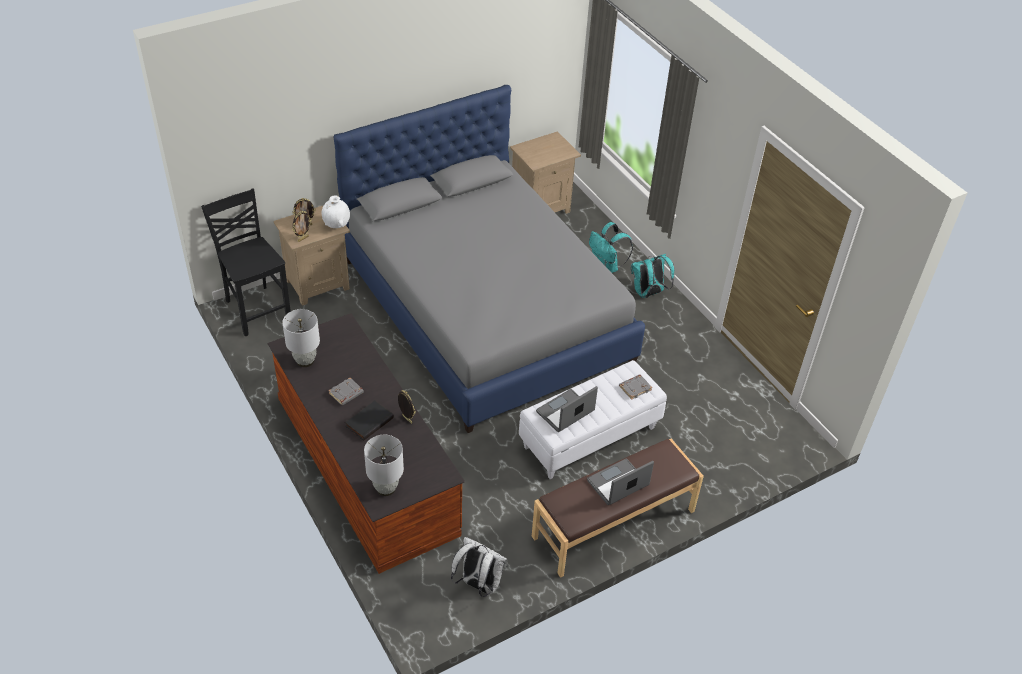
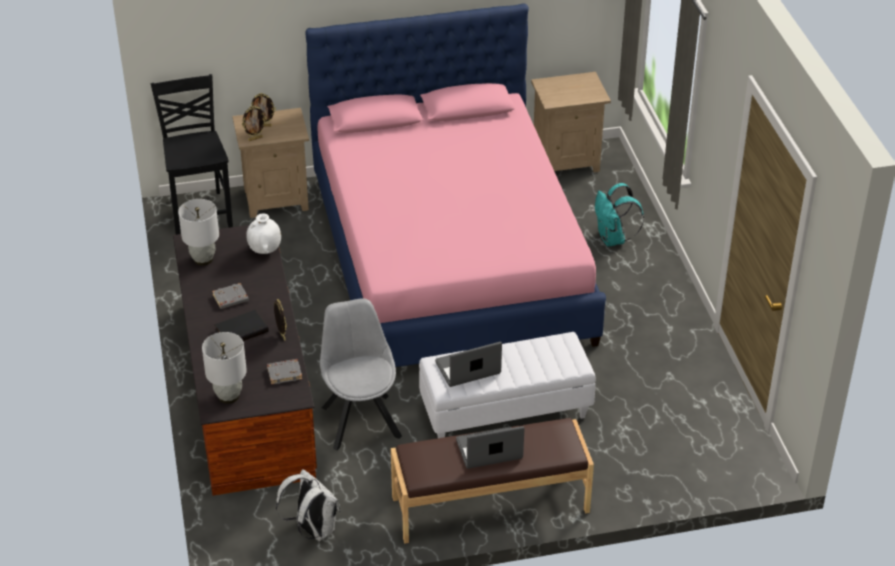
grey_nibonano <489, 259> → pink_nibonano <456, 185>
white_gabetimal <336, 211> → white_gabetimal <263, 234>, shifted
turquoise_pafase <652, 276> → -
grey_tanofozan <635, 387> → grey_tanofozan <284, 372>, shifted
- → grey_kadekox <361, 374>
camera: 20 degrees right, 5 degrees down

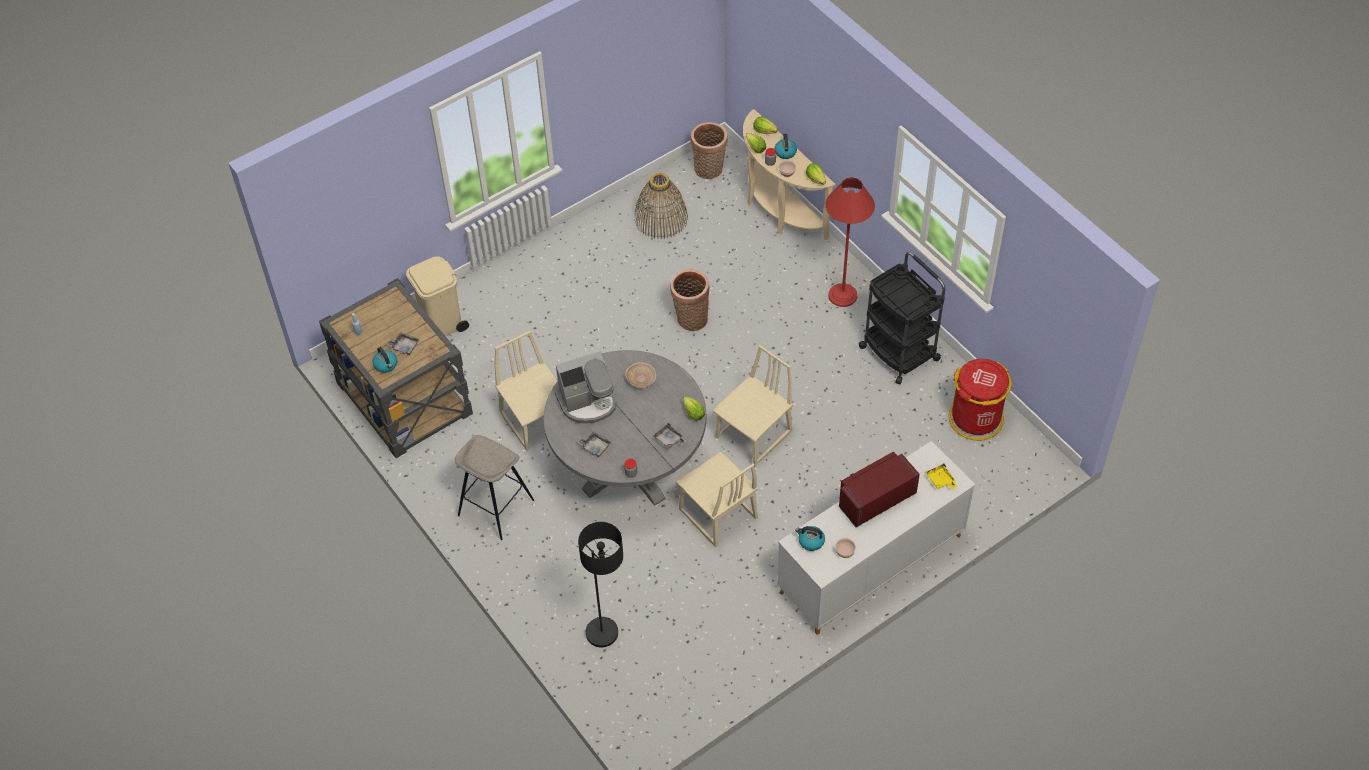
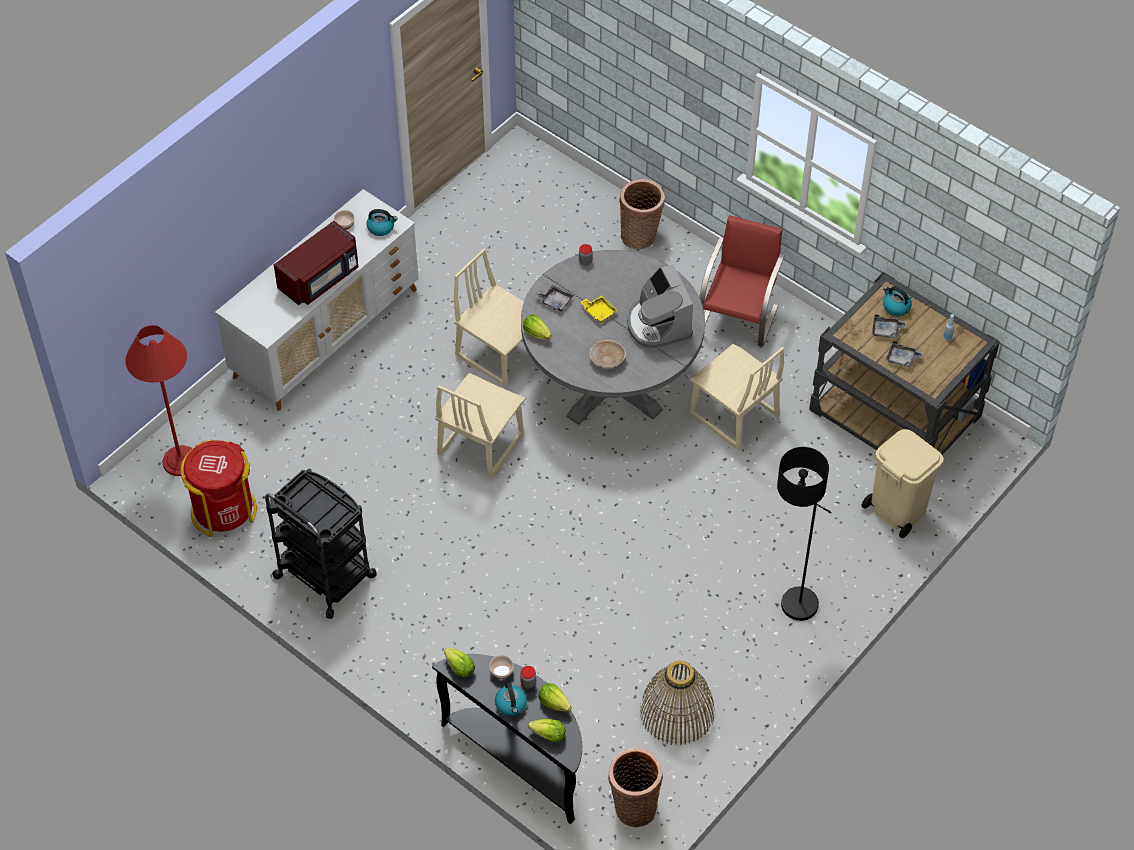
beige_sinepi <789, 174> → black_sinepi <507, 739>
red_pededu <850, 242> → red_pededu <159, 400>, shifted
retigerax <690, 300> → retigerax <642, 214>, shifted
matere <585, 387> → matere <660, 307>, 75 degrees counterclockwise
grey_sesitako <594, 444> → grey_sesitako <905, 354>, shifted
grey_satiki <494, 487> → red_kadekox <742, 281>
yellow_sesitako <941, 476> → yellow_sesitako <599, 309>, shifted
black_pededu <600, 585> → black_pededu <804, 534>, shifted
camera: 165 degrees right, 0 degrees up

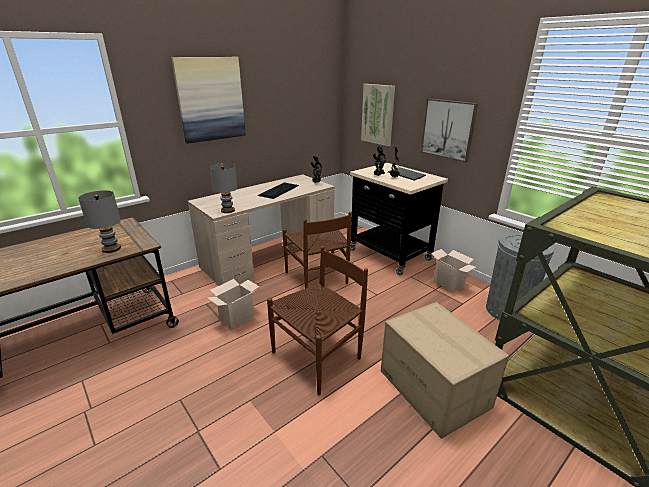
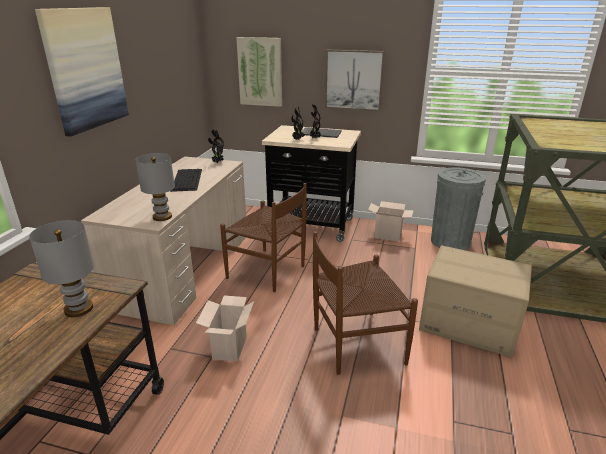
brown_kadekox <317, 320> → brown_kadekox <365, 303>, 120 degrees counterclockwise
camera: 35 degrees left, 0 degrees up

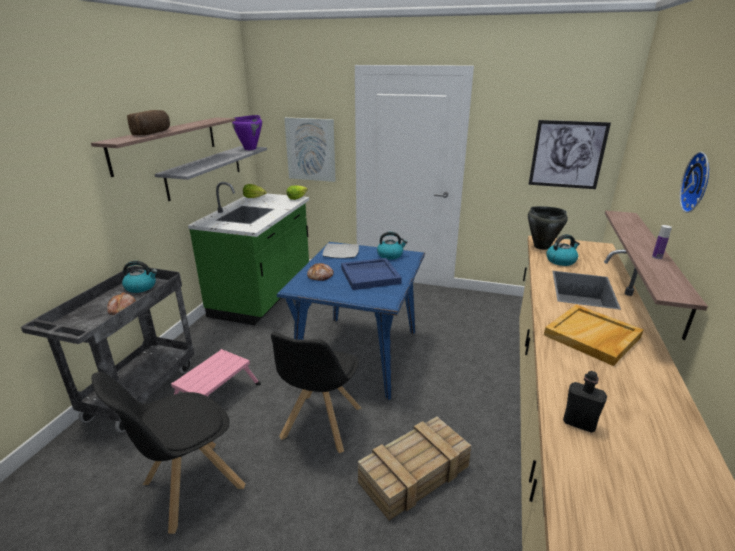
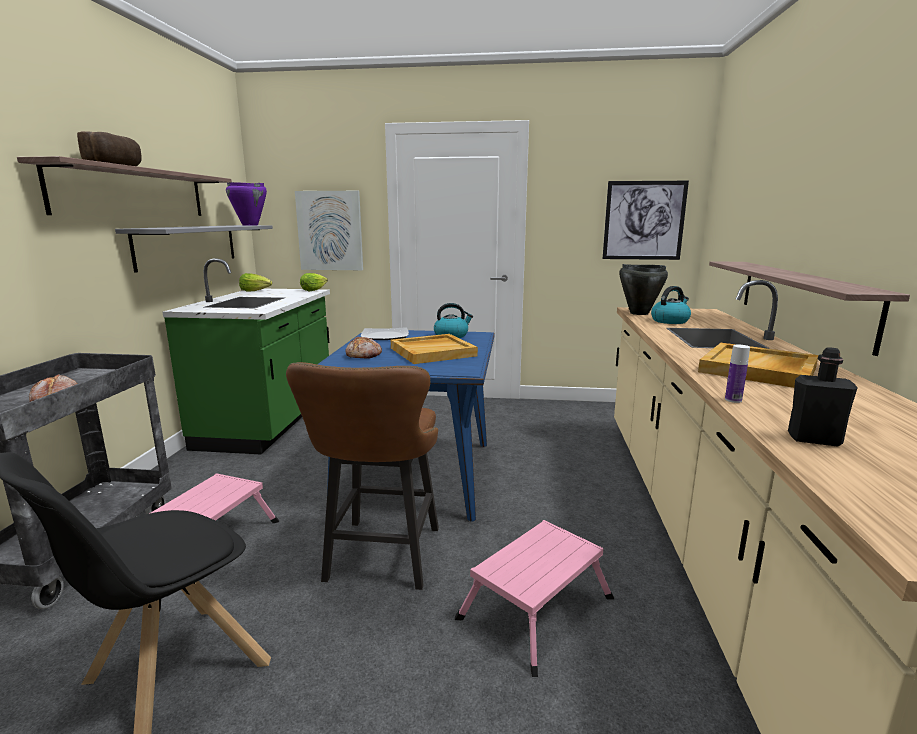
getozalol <694, 182> → -
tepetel <662, 242> → tepetel <737, 374>, shifted
blue_sesitako <371, 274> → beige_sesitako <434, 349>
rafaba <140, 277> → -
black_kadekox <316, 392> → brown_satiki <362, 476>
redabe <415, 468> → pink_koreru <535, 598>
camera: 10 degrees left, 10 degrees down

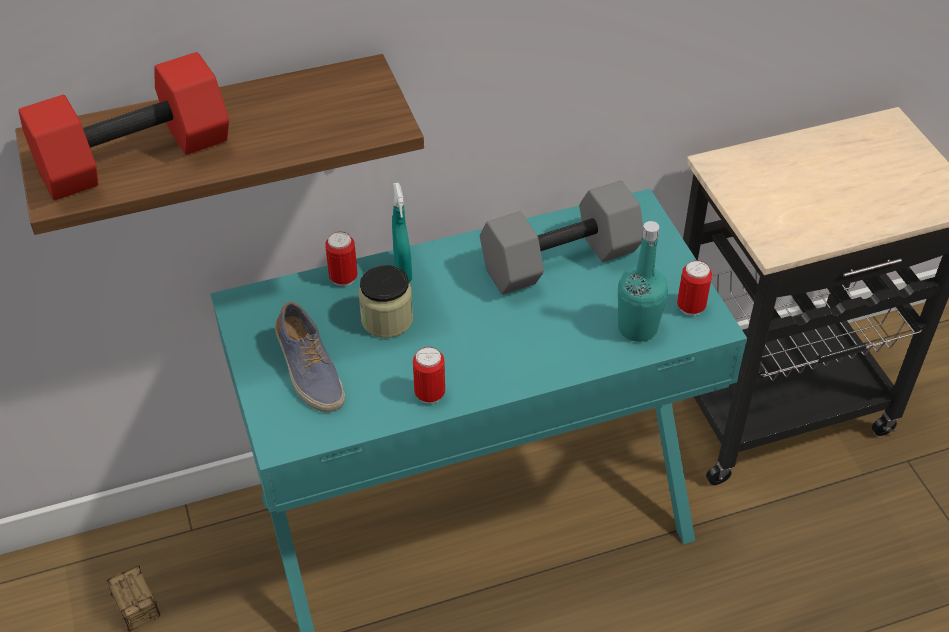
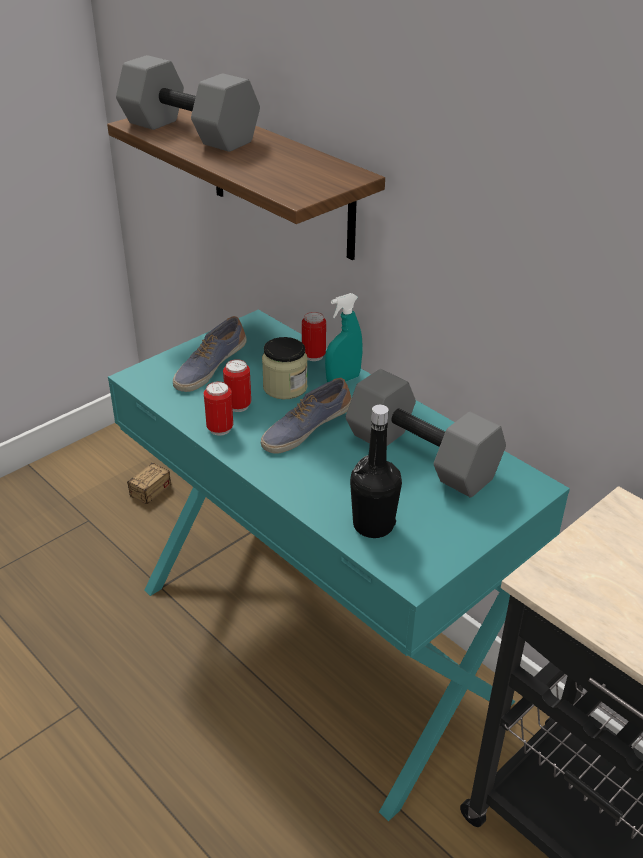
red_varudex <123, 126> → grey_varudex <188, 103>
turquoise_tepetel <643, 281> → black_tepetel <376, 471>
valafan <694, 288> → valafan <237, 385>, shifted
- → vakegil <306, 416>
camera: 65 degrees right, 10 degrees down

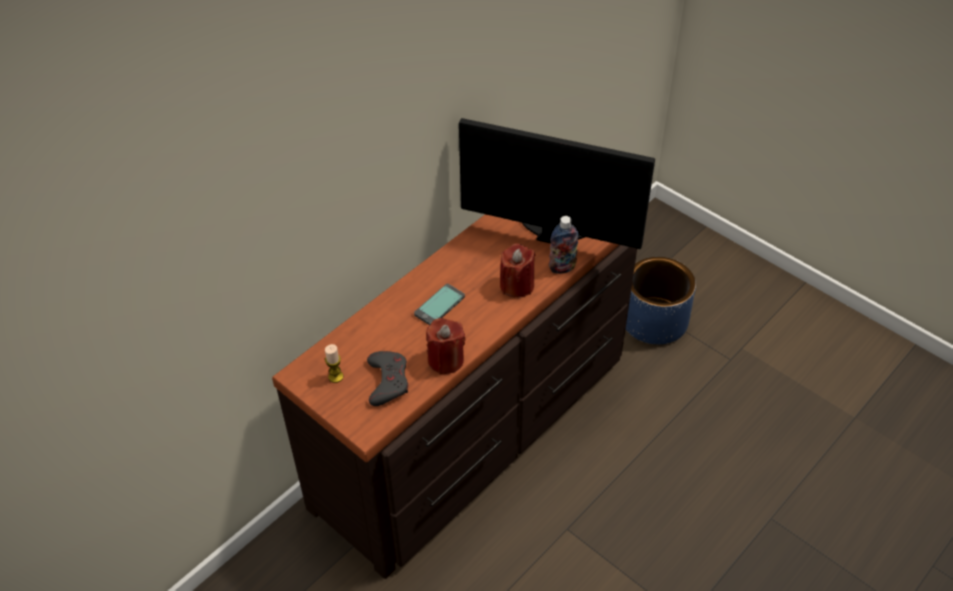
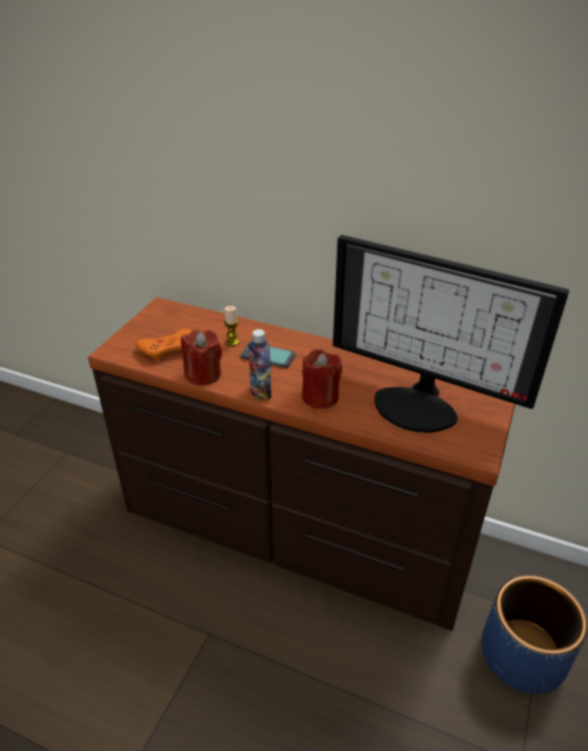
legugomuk <557, 183> → legugomuk <451, 334>, 120 degrees clockwise
tepetel <564, 245> → tepetel <259, 365>, shifted
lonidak <334, 363> → lonidak <231, 326>, shifted
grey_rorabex <387, 378> → orange_rorabex <164, 345>
camera: 70 degrees right, 10 degrees down

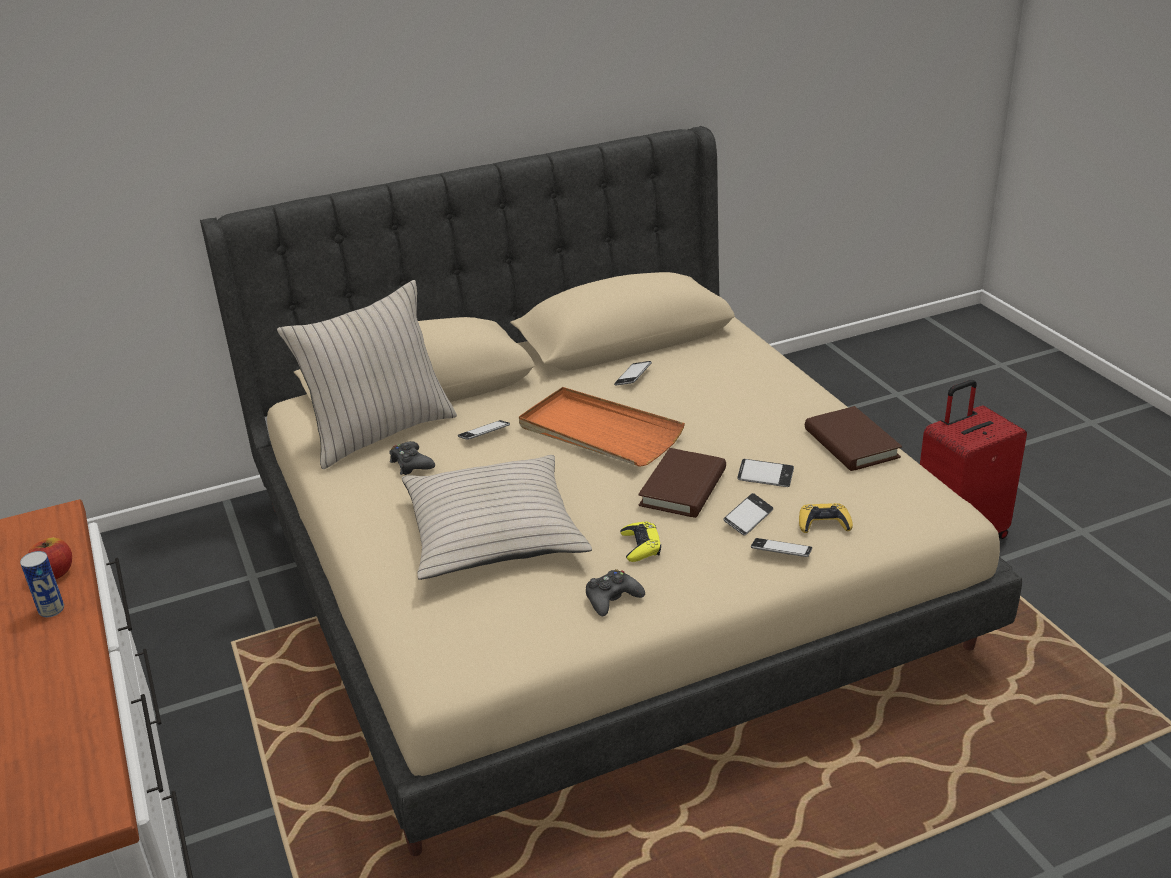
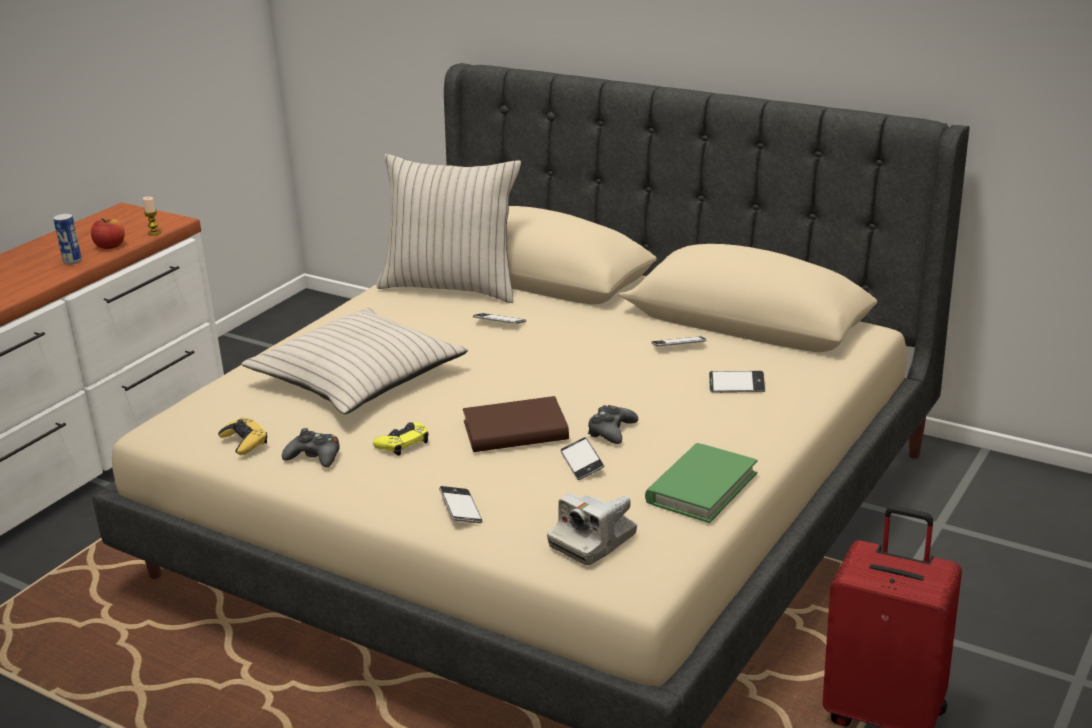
orange_sesitako <602, 427> → -
brown_tanofozan <853, 438> → green_tanofozan <701, 483>
black_rorabex <412, 458> → black_rorabex <613, 424>, shifted
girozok <748, 514> → girozok <737, 382>, shifted
yellow_rorabex <826, 518> → yellow_rorabex <242, 436>, shifted
- → lonidak <152, 216>
- → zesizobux <592, 529>
camera: 55 degrees right, 5 degrees down

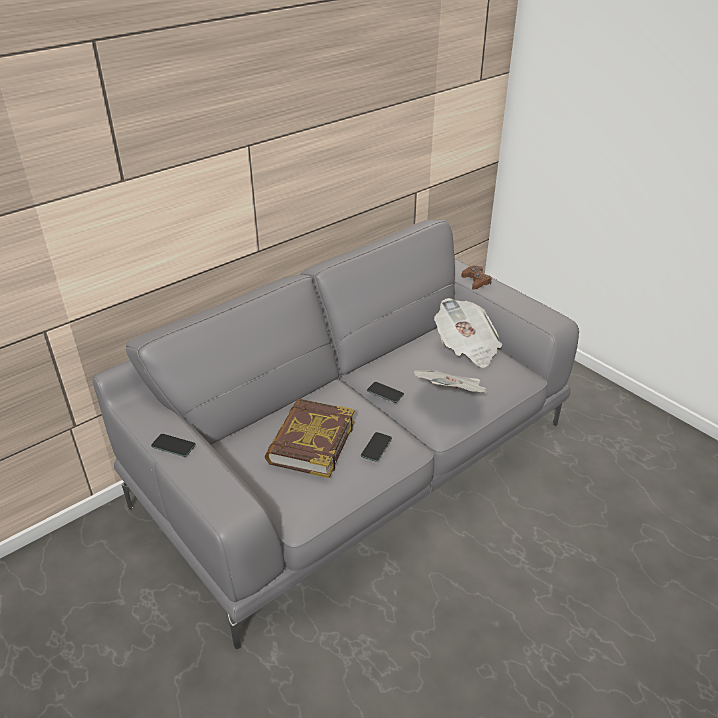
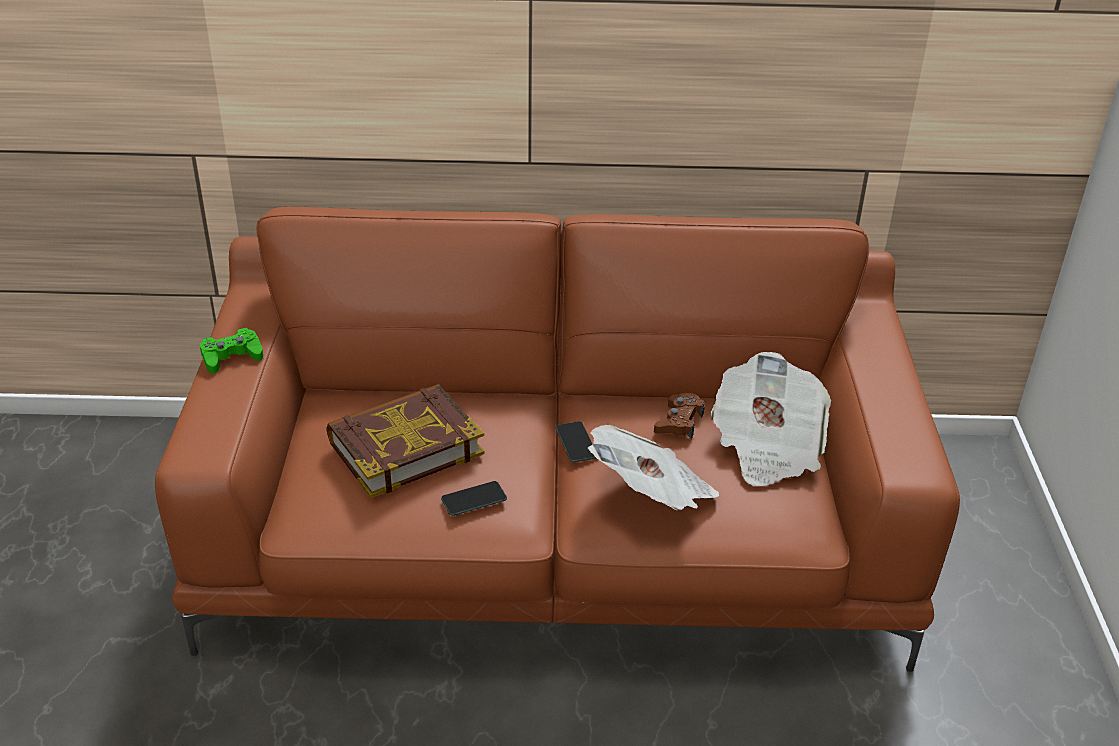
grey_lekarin <335, 434> → brown_lekarin <557, 439>
brown_rorabex <476, 277> → brown_rorabex <679, 416>, shifted
girozok <173, 445> → green_rorabex <231, 351>
camera: 40 degrees right, 0 degrees up

